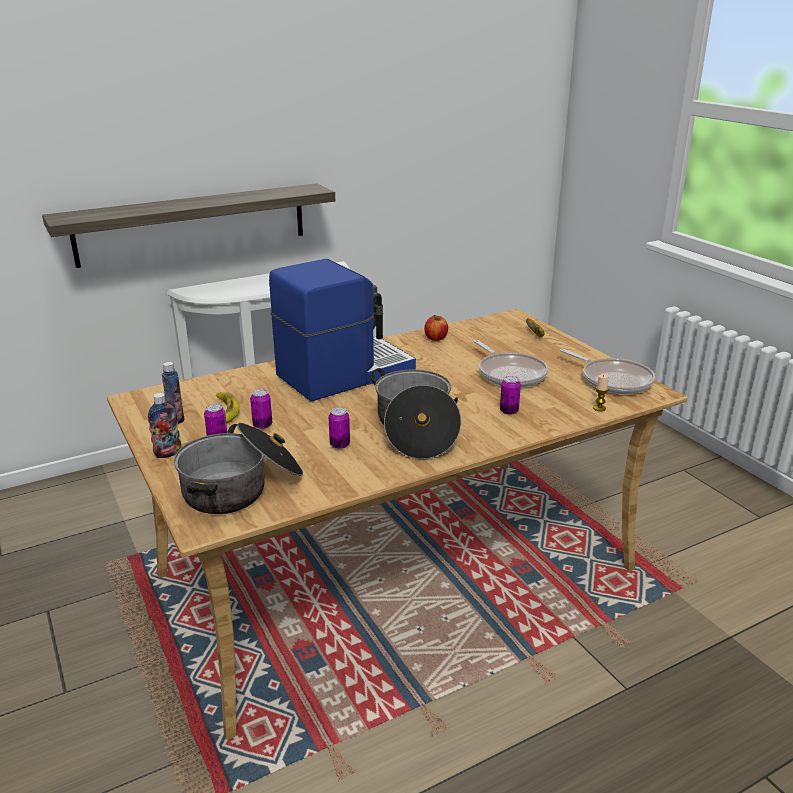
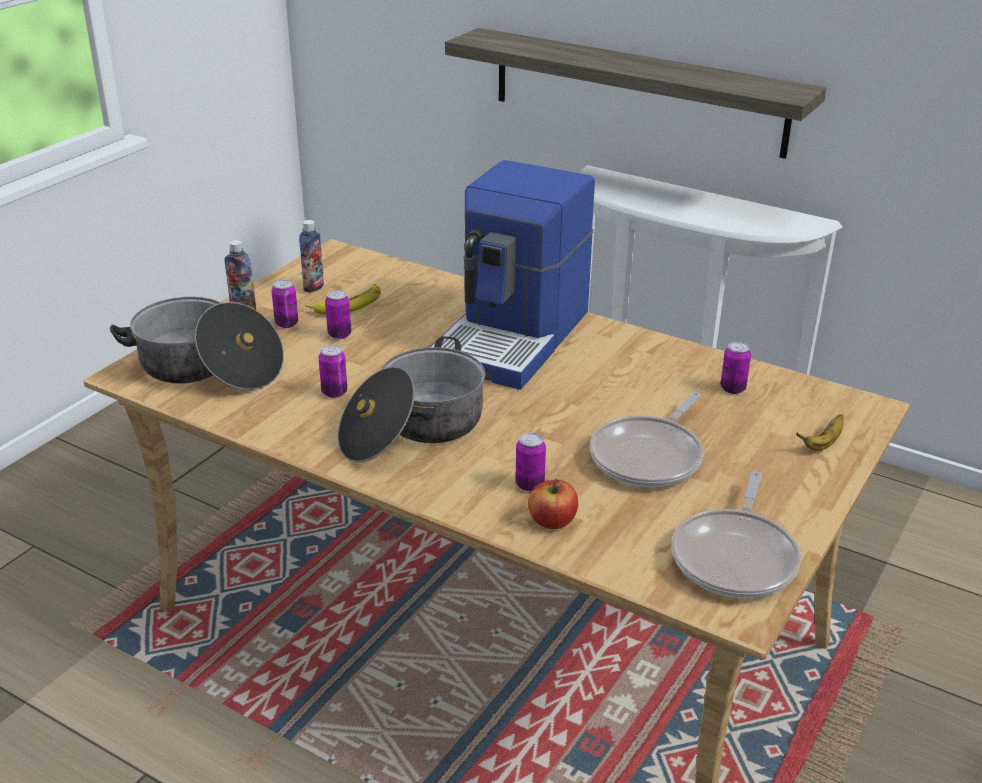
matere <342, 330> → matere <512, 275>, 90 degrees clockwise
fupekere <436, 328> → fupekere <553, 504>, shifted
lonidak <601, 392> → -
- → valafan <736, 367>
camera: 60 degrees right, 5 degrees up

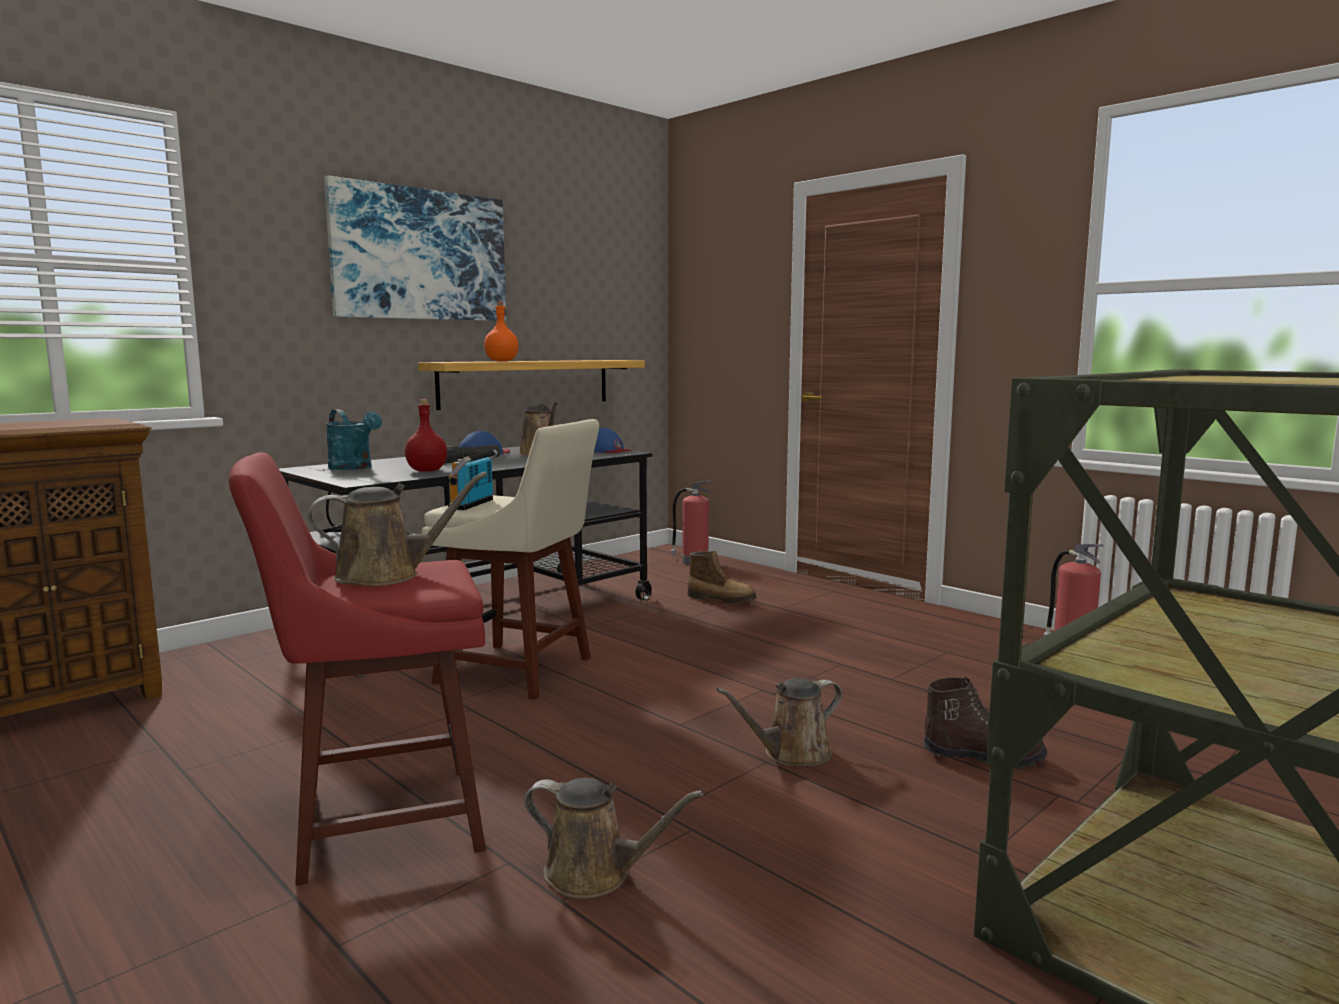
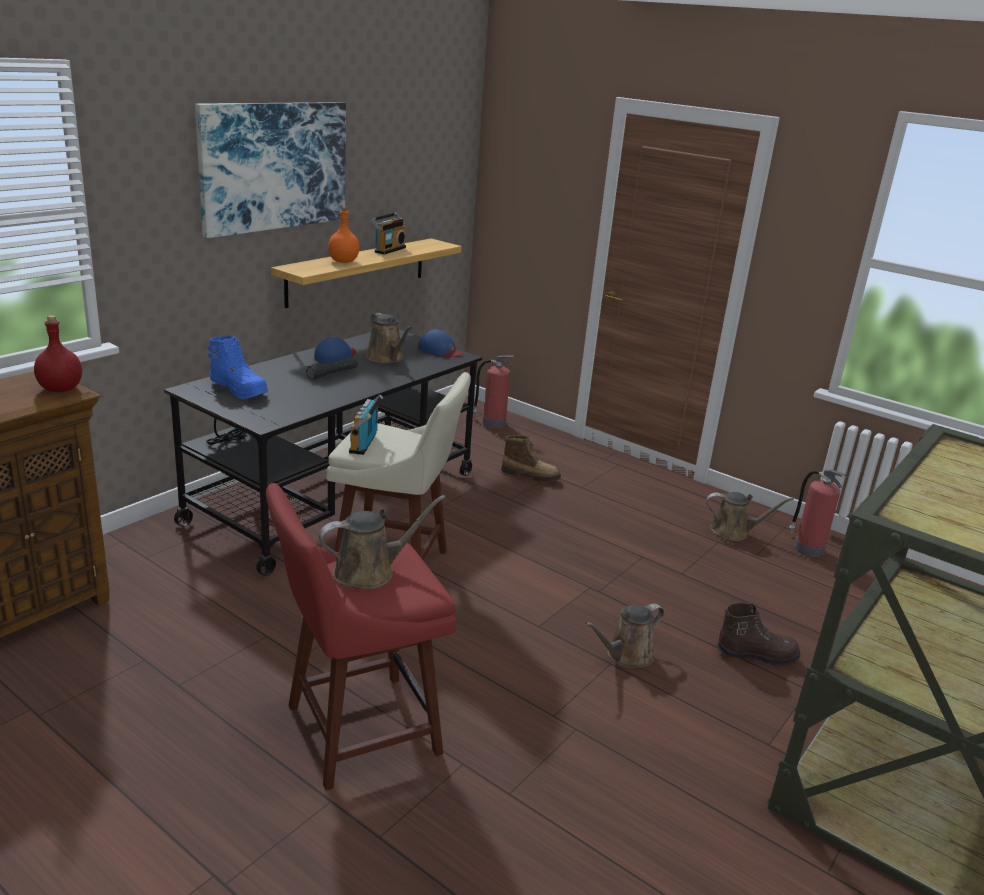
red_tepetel <426, 435> → red_tepetel <58, 353>, shifted
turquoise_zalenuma <353, 439> → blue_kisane <238, 367>
brown_zalenuma <613, 838> → brown_zalenuma <750, 516>, shifted
- → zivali <388, 233>
camera: 10 degrees left, 15 degrees up

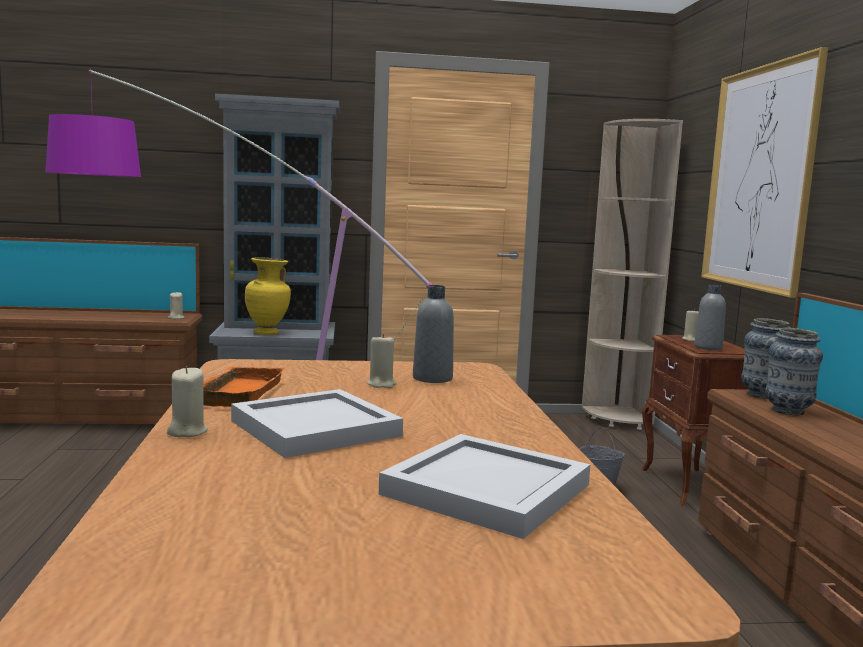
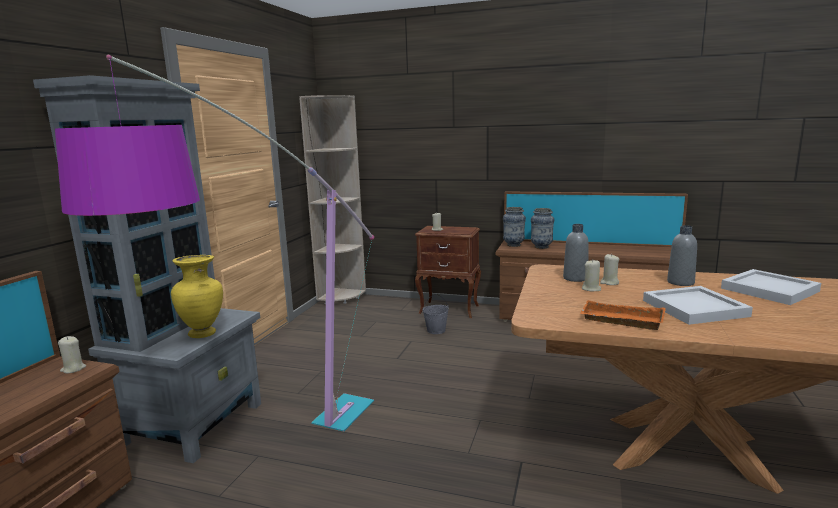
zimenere <764, 172> → -
grey_tepetel <710, 317> → grey_tepetel <682, 255>, shifted
beige_lonidak <187, 401> → beige_lonidak <609, 269>, shifted
camera: 65 degrees left, 5 degrees up

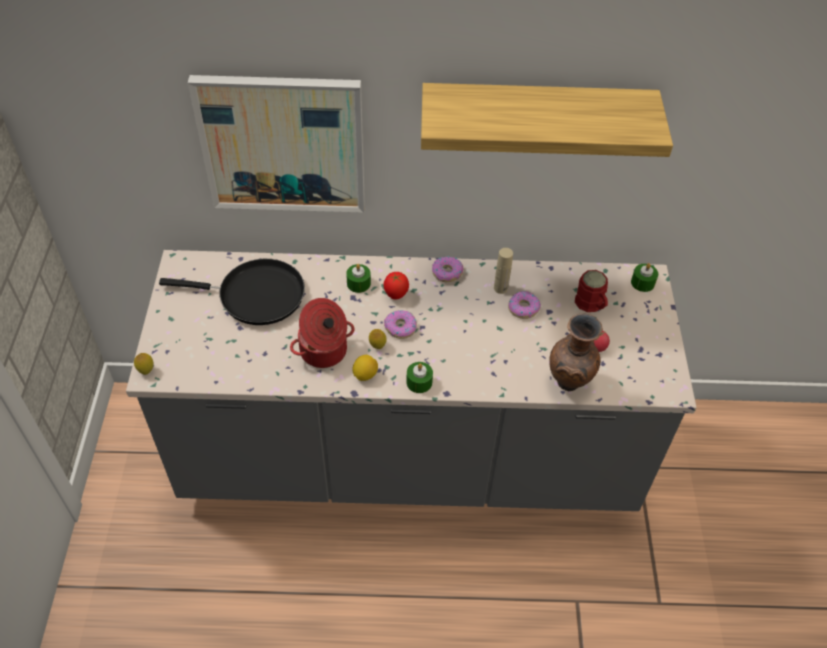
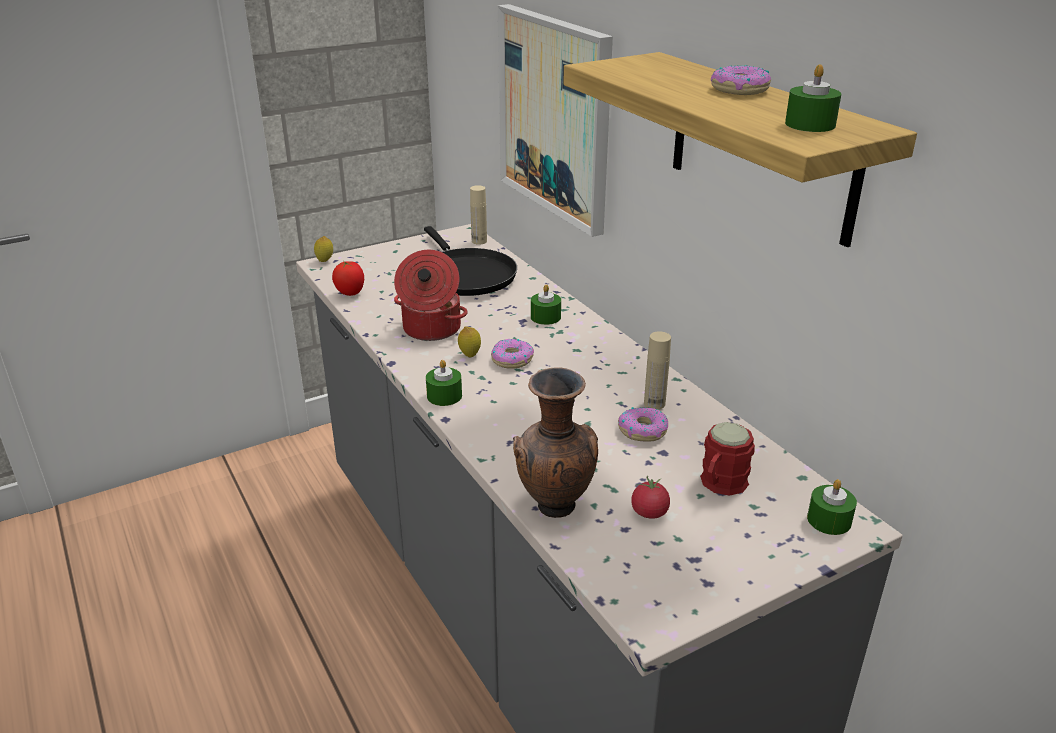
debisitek <448, 269> → debisitek <741, 80>, shifted
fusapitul <396, 285> → fusapitul <348, 278>, shifted
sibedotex <365, 368> → -
- → green_lonidak <813, 98>
- → beige_tepetel <478, 214>
camera: 60 degrees right, 20 degrees down

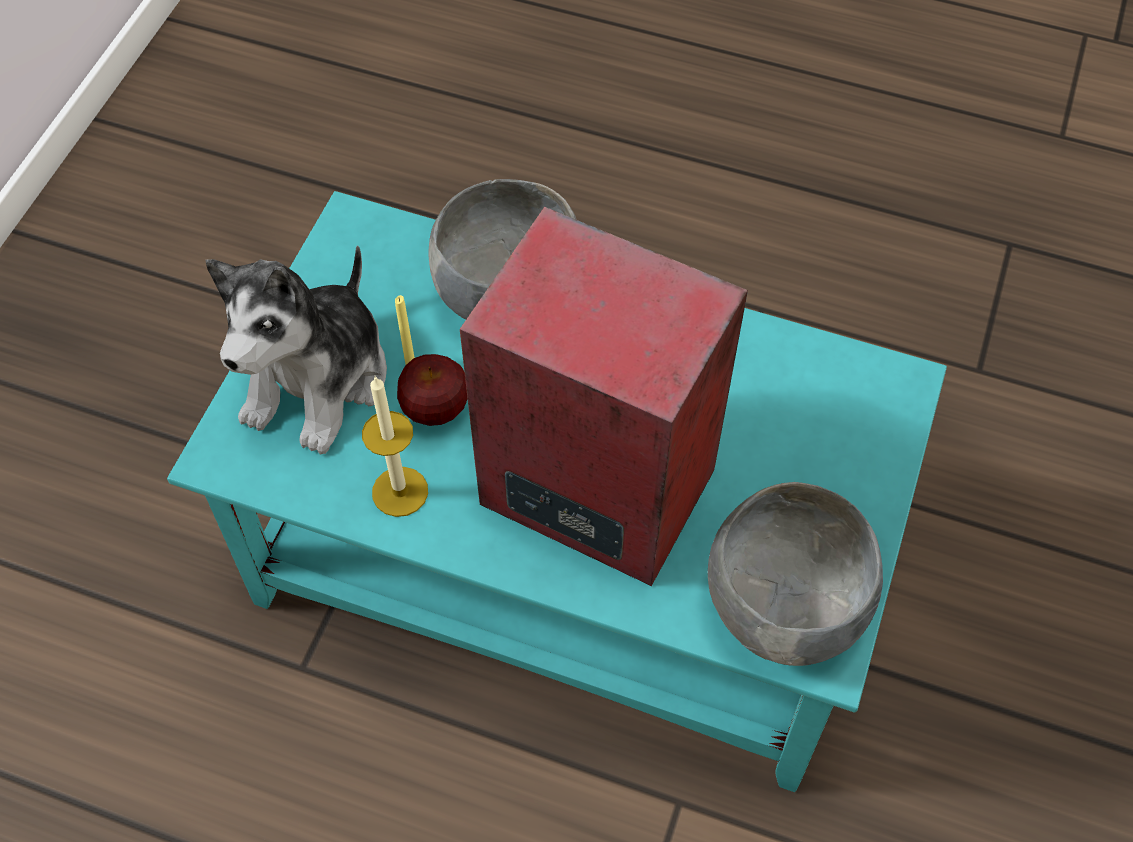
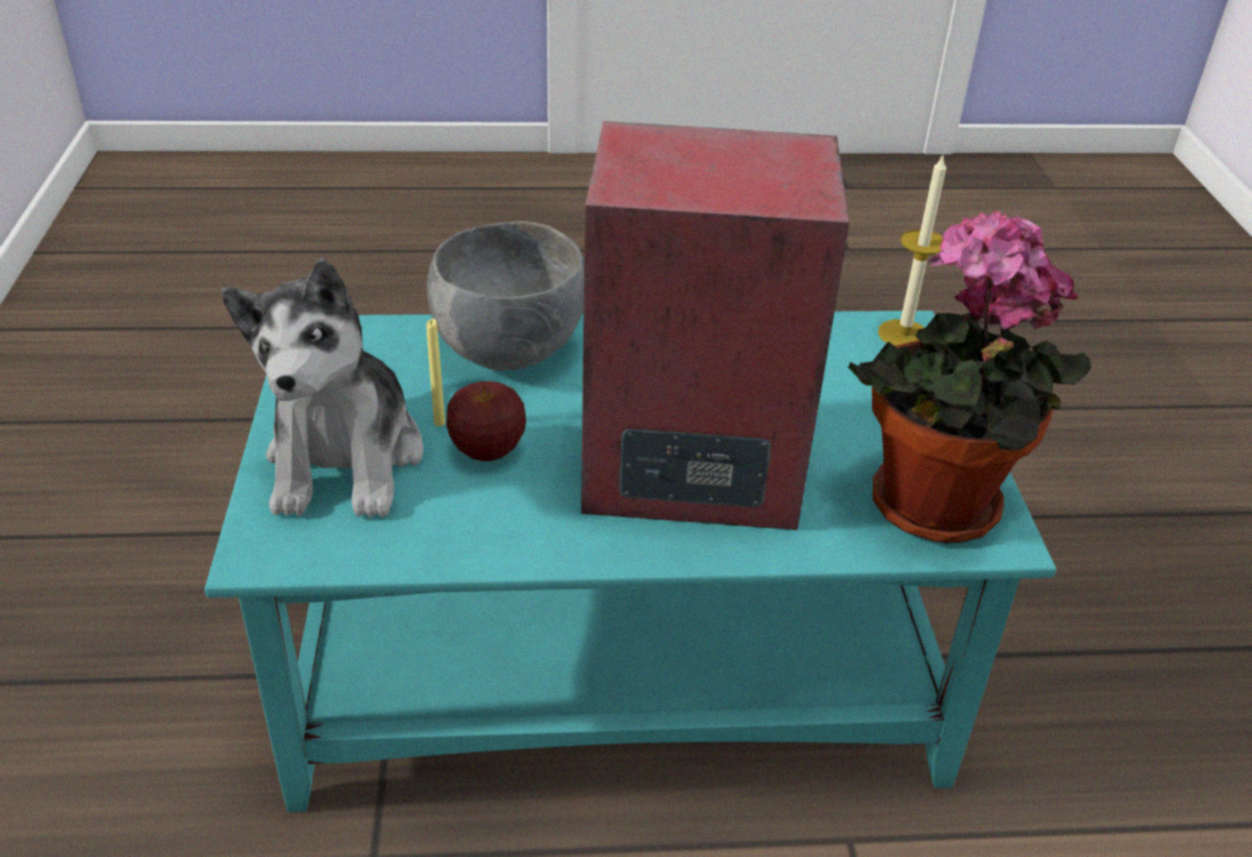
lonidak <395, 446> → lonidak <912, 250>, shifted
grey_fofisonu <795, 574> → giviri <969, 376>
camera: 25 degrees left, 20 degrees down

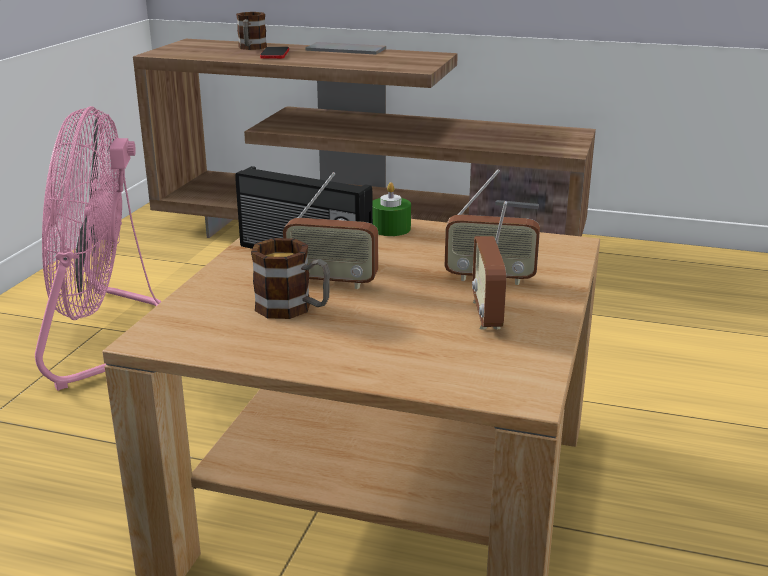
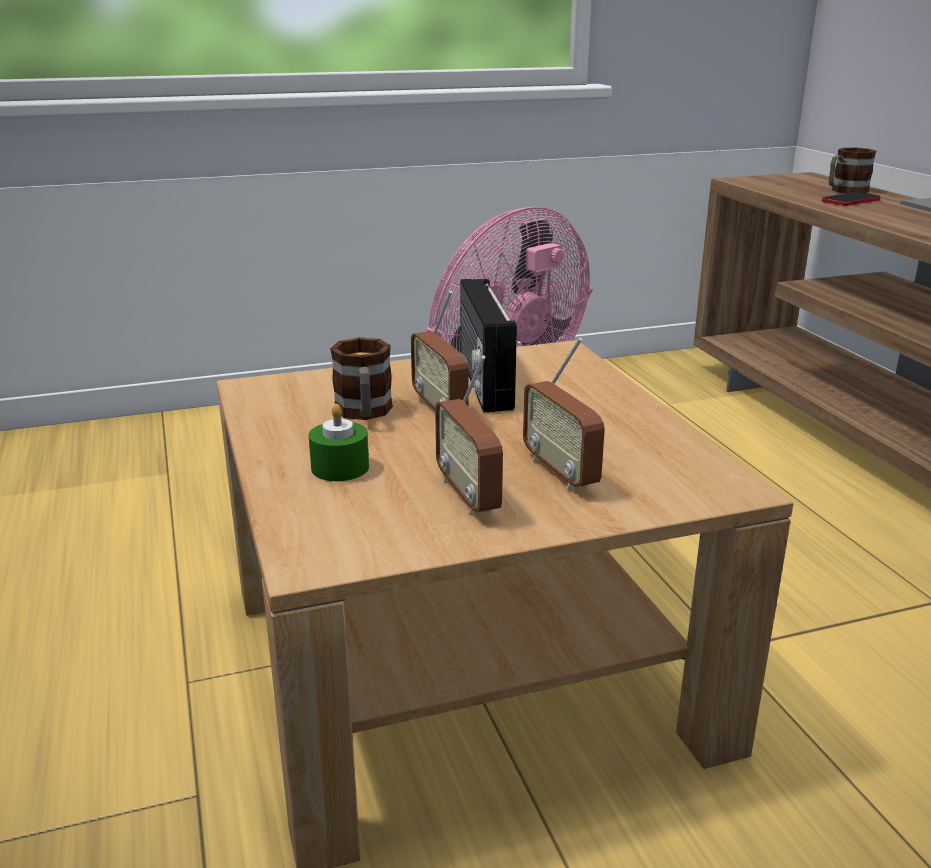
green_lonidak <392, 209> → green_lonidak <339, 442>, shifted
zivali <489, 265> → zivali <469, 435>, 75 degrees counterclockwise
camera: 55 degrees right, 0 degrees up

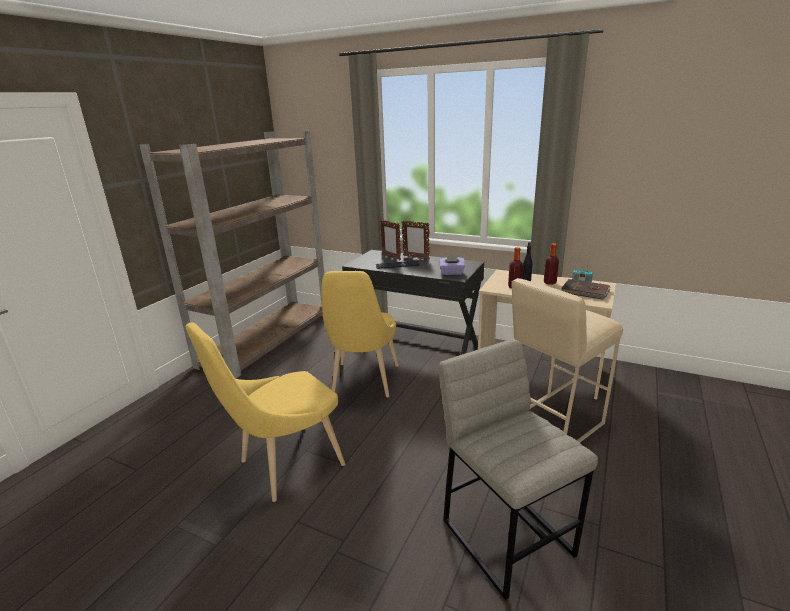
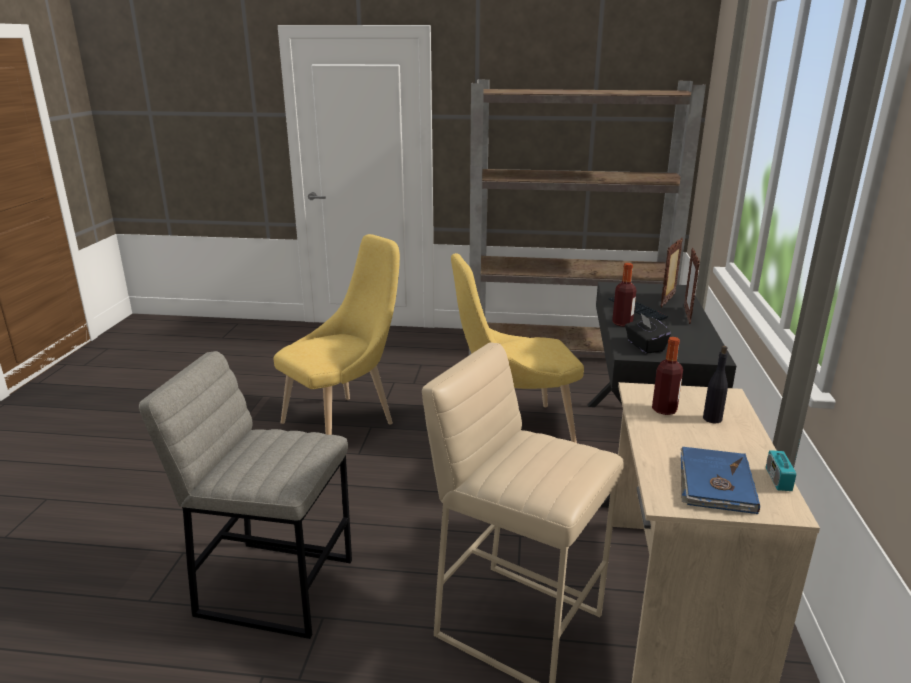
tepetel <551, 264> → tepetel <624, 295>, shifted
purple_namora <452, 265> → black_namora <648, 333>
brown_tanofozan <585, 289> → blue_tanofozan <720, 480>
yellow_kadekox <265, 412> → yellow_kadekox <337, 334>, 105 degrees clockwise
grey_kadekox <518, 469> → grey_kadekox <245, 495>, 120 degrees counterclockwise
camera: 70 degrees right, 0 degrees up

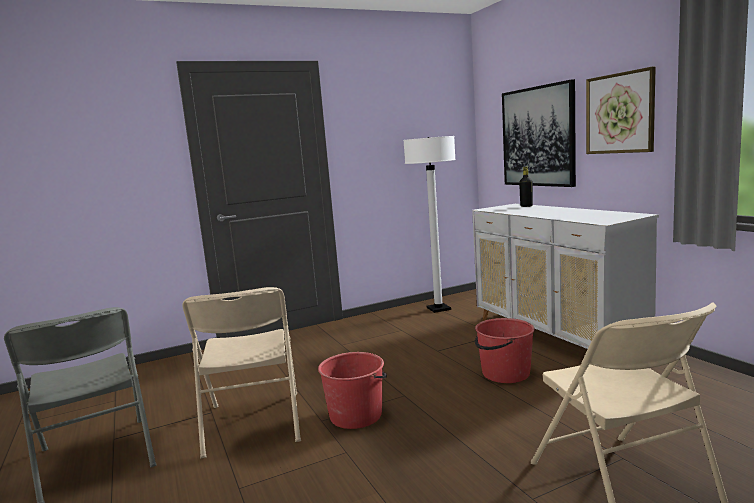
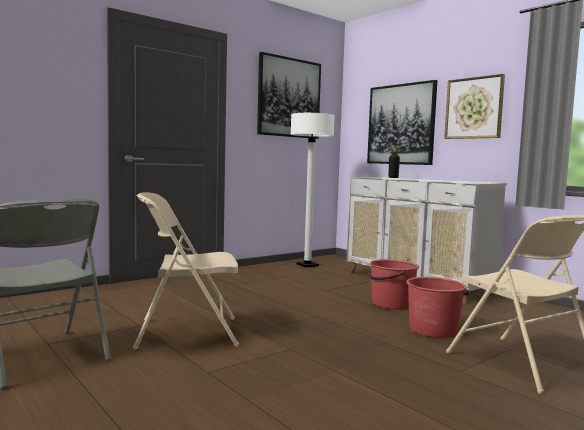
beige_kadekox <241, 372> → beige_kadekox <186, 271>, 105 degrees clockwise
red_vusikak <352, 390> → red_vusikak <437, 307>, shifted
- → zimenere <289, 95>
camera: 15 degrees left, 5 degrees down

